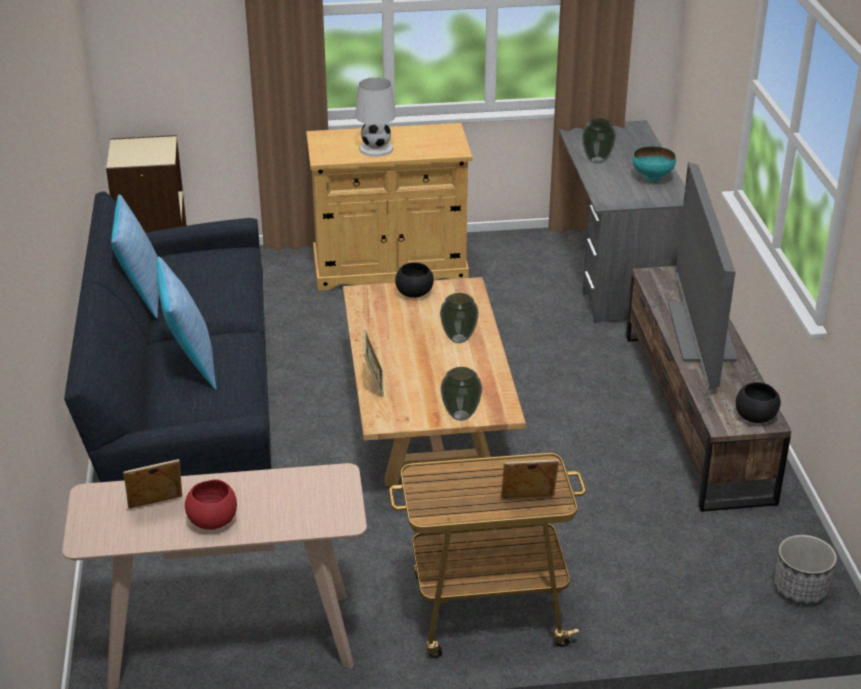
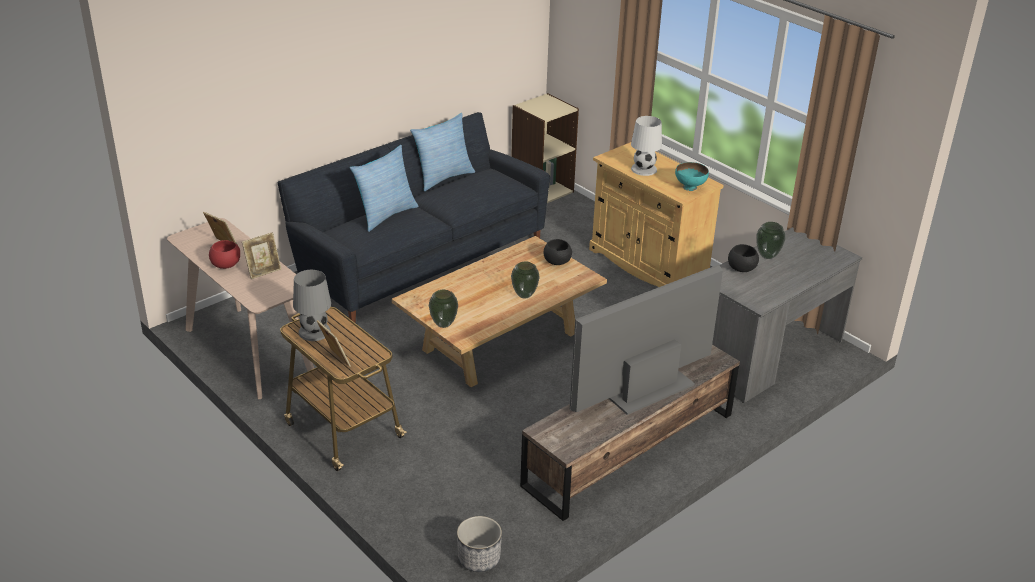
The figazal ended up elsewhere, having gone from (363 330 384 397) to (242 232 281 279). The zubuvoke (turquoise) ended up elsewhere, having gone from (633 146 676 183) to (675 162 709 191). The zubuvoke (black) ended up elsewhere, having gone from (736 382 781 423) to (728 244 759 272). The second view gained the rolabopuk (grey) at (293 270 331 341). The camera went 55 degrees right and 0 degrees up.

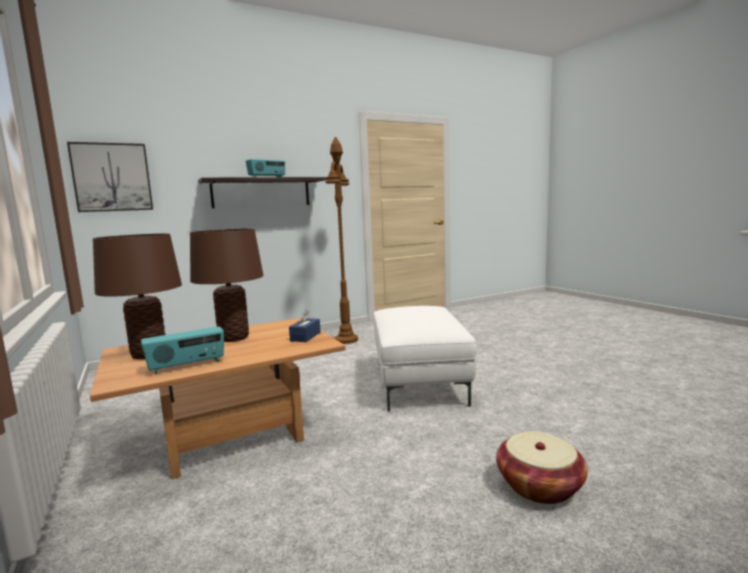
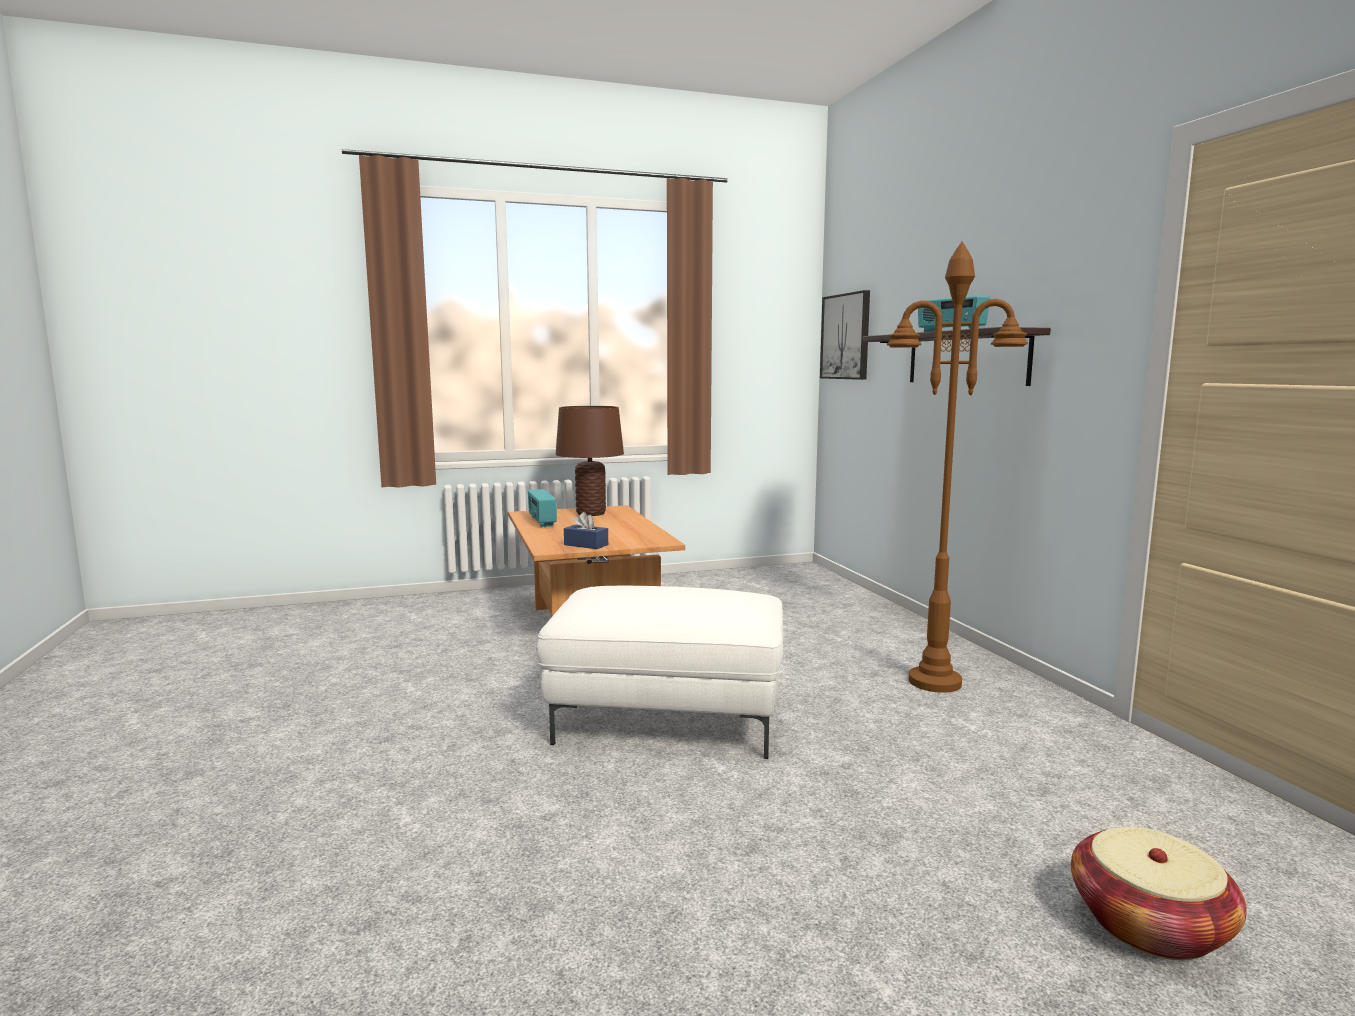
The second view lost the rolabopuk (brown) at (190 228 264 342). The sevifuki ended up elsewhere, having gone from (496 432 588 504) to (1071 827 1247 960). The camera went 100 degrees right and 0 degrees up.

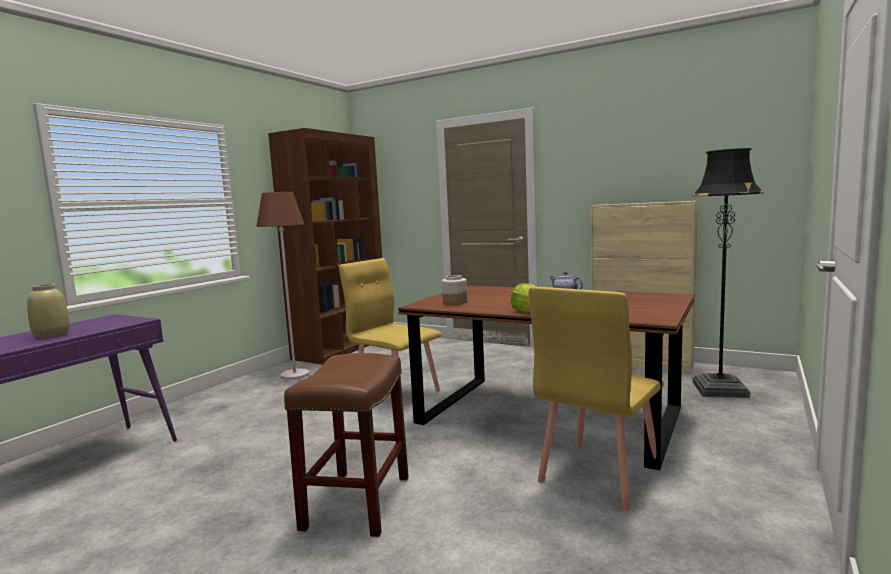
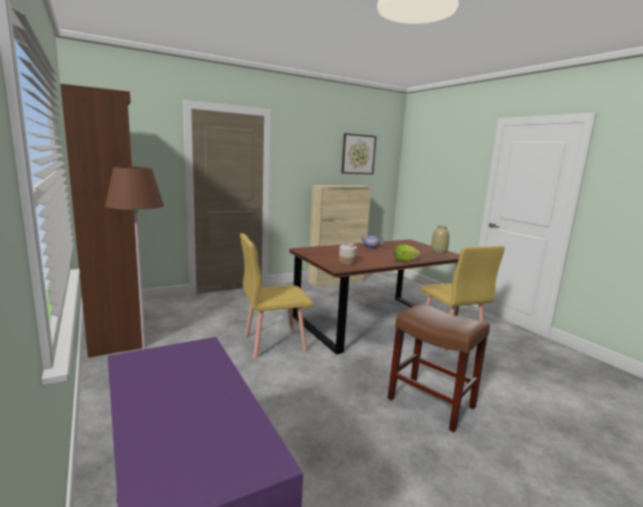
The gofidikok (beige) ended up elsewhere, having gone from (27 284 70 338) to (431 226 449 254). The second view lost the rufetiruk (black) at (692 148 764 398). The second view gained the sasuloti at (341 133 377 174). The camera went 60 degrees left and 5 degrees up.

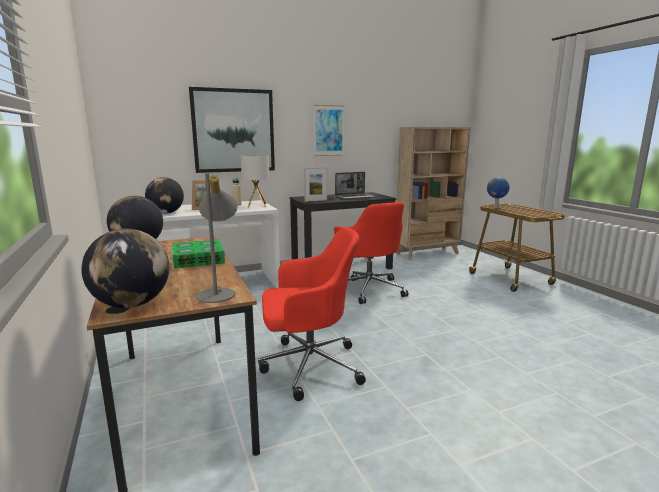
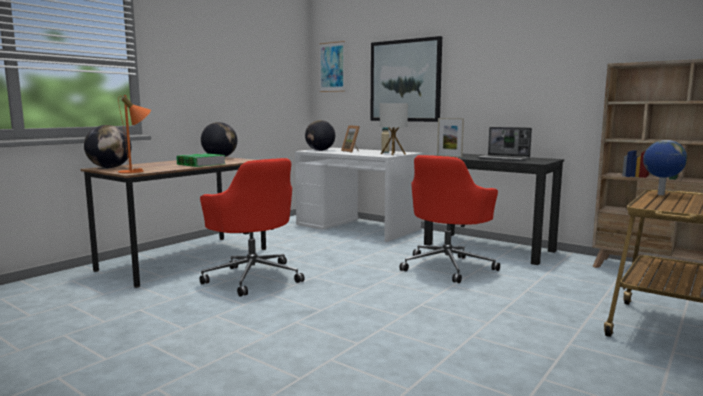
What was the rolabopuk (grey) at (196 173 238 303) turned into the rolabopuk (orange) at (118 95 151 173). The sasuloti ended up elsewhere, having gone from (314 105 344 156) to (319 41 345 92). The camera went 60 degrees right and 5 degrees down.

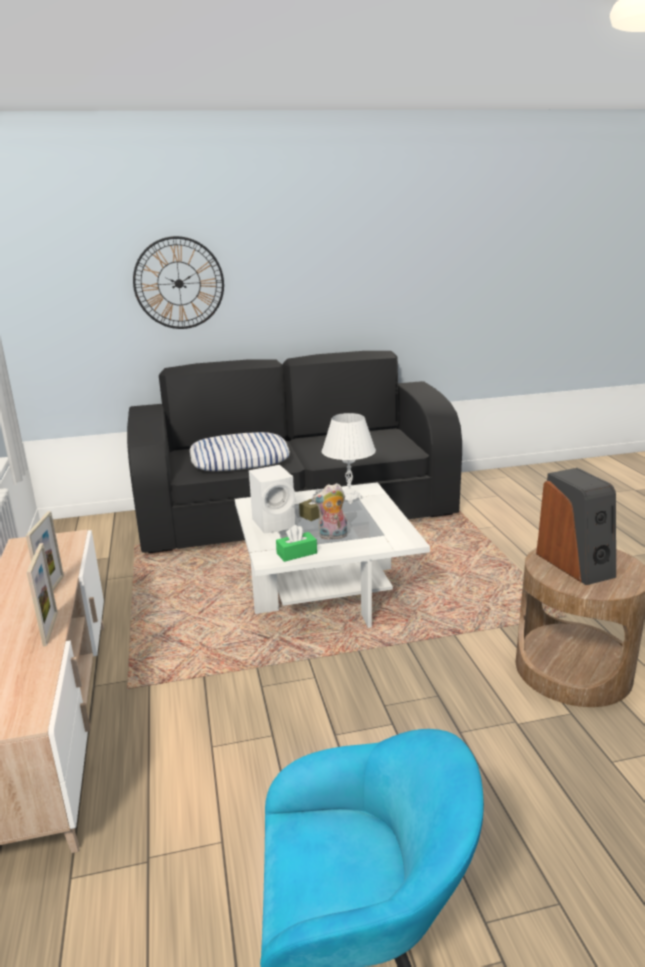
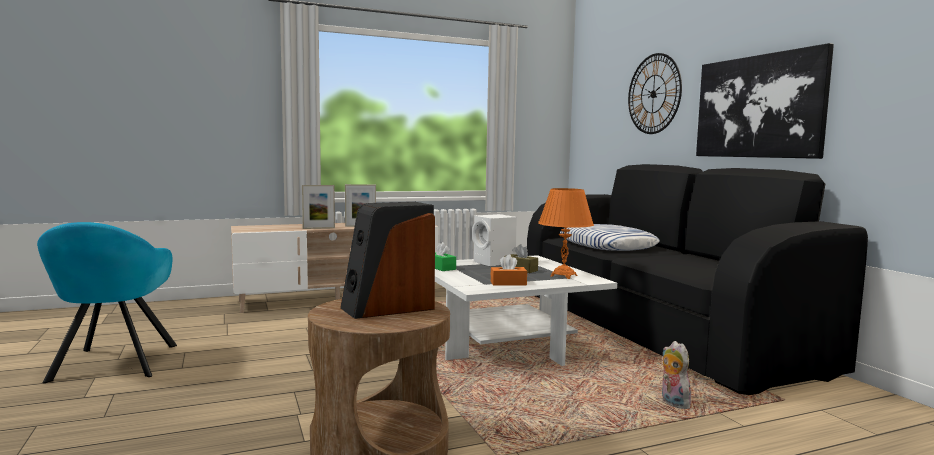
The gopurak ended up elsewhere, having gone from (313 483 348 540) to (662 341 694 409). What was the rolabopuk (white) at (322 413 376 504) turned into the rolabopuk (orange) at (538 188 594 279). The second view gained the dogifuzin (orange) at (490 254 527 286). The second view gained the sasuloti at (696 43 834 159). The camera went 80 degrees right and 15 degrees down.

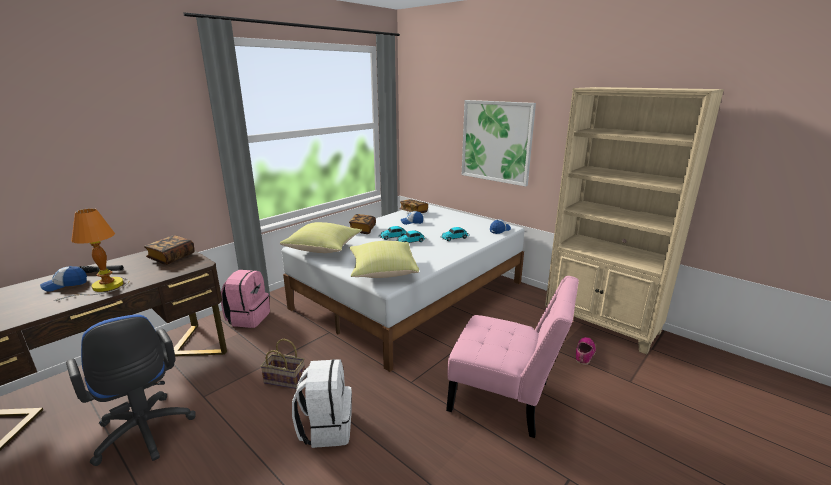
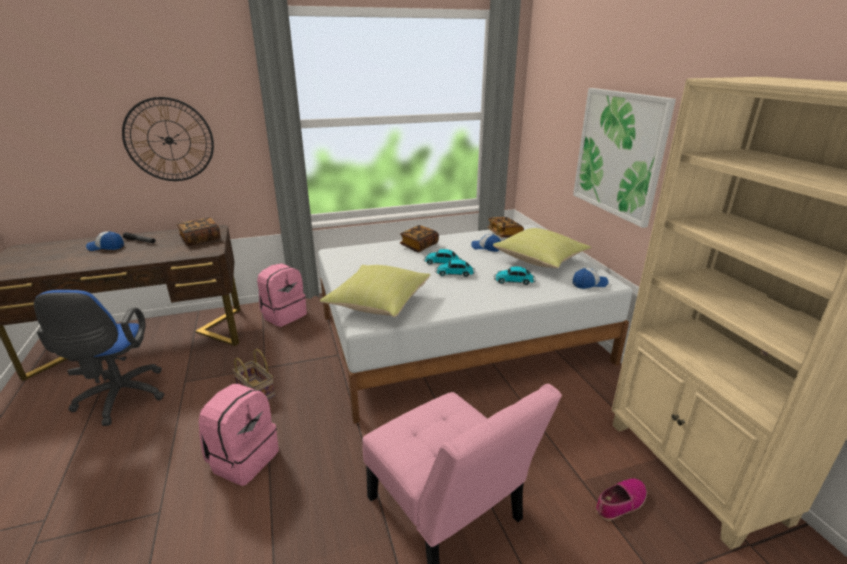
The second view lost the rolabopuk at (53 208 129 301). The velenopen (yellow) ended up elsewhere, having gone from (280 222 362 253) to (493 228 591 268). What was the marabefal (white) at (292 359 352 448) turned into the marabefal (pink) at (199 384 279 486). The second view gained the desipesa at (122 97 214 181). The camera went 30 degrees right and 5 degrees up.

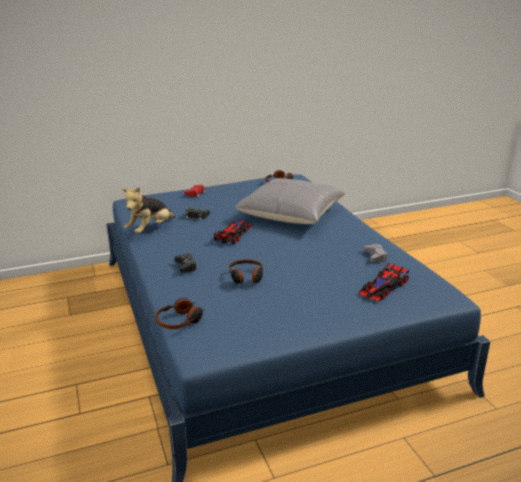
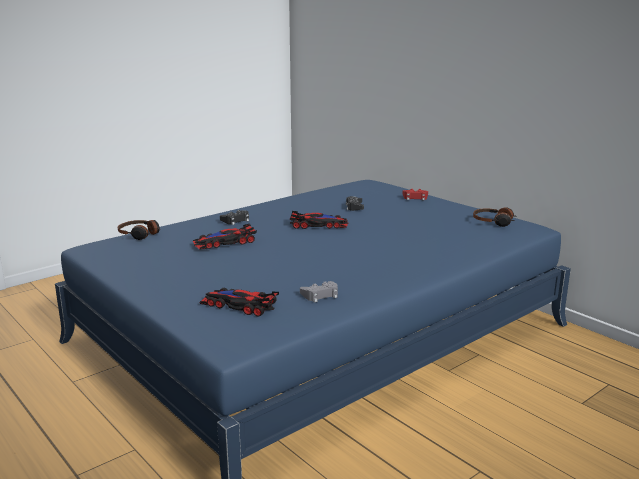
The second view lost the gopurak at (122 187 175 234). Where the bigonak stood at (229 259 263 284), the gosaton came to stand at (193 224 257 250). The second view lost the velenopen (grey) at (235 178 345 224). The camera went 70 degrees right and 5 degrees down.

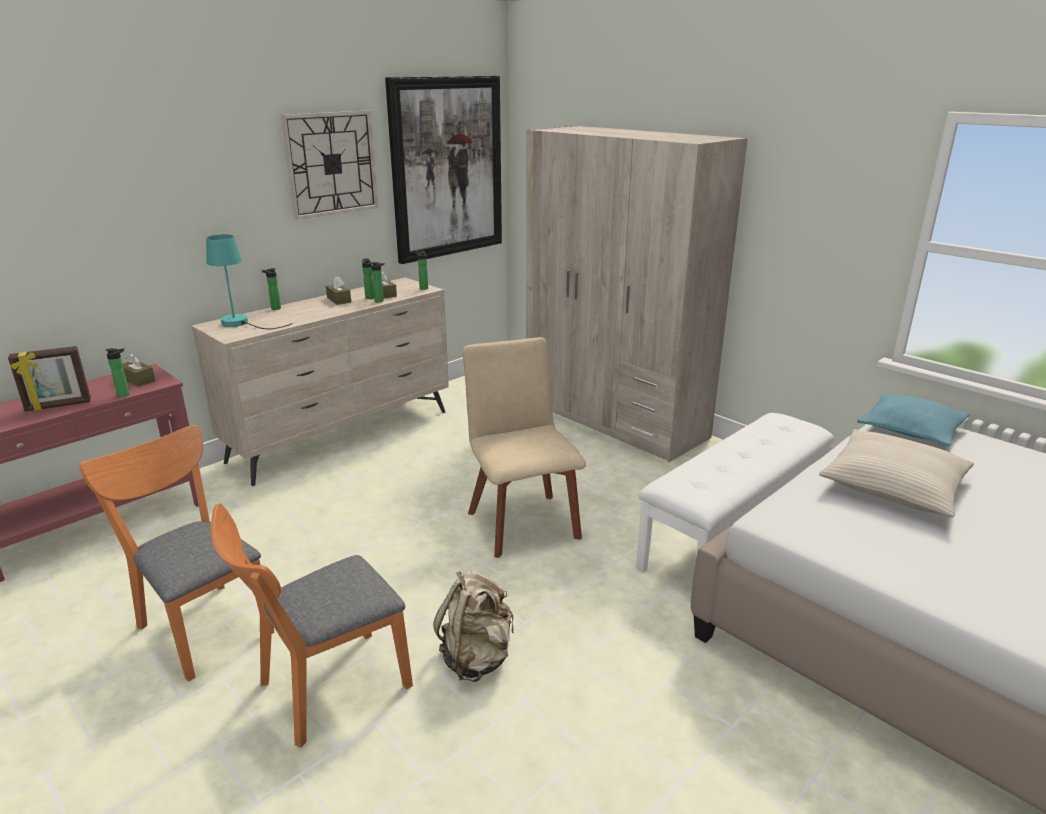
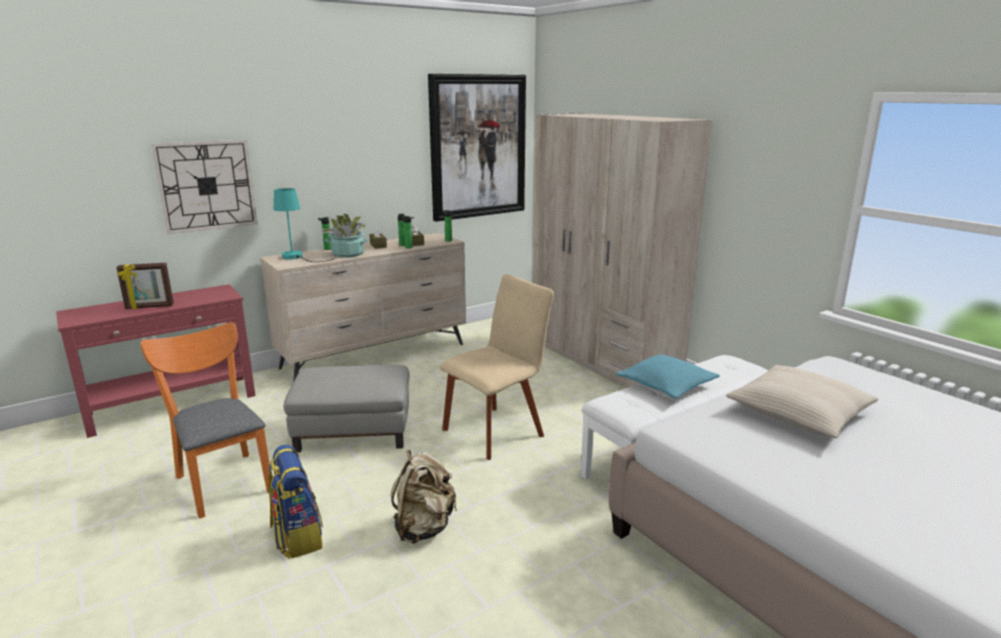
The second view lost the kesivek at (106 348 130 397). The second view lost the dogifuzin (brown) at (122 353 155 387). Where the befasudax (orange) stood at (211 503 413 748), the marabefal came to stand at (268 445 323 559). The desipesa ended up elsewhere, having gone from (281 111 378 220) to (151 140 258 234). The befasudax (beige) at (463 337 586 558) ended up facing another way, 60 degrees clockwise from before. The velenopen (turquoise) ended up elsewhere, having gone from (857 393 970 446) to (616 354 720 399). The second view gained the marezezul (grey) at (284 365 409 453). The second view gained the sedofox at (321 214 369 257). The camera went 10 degrees right and 5 degrees down.

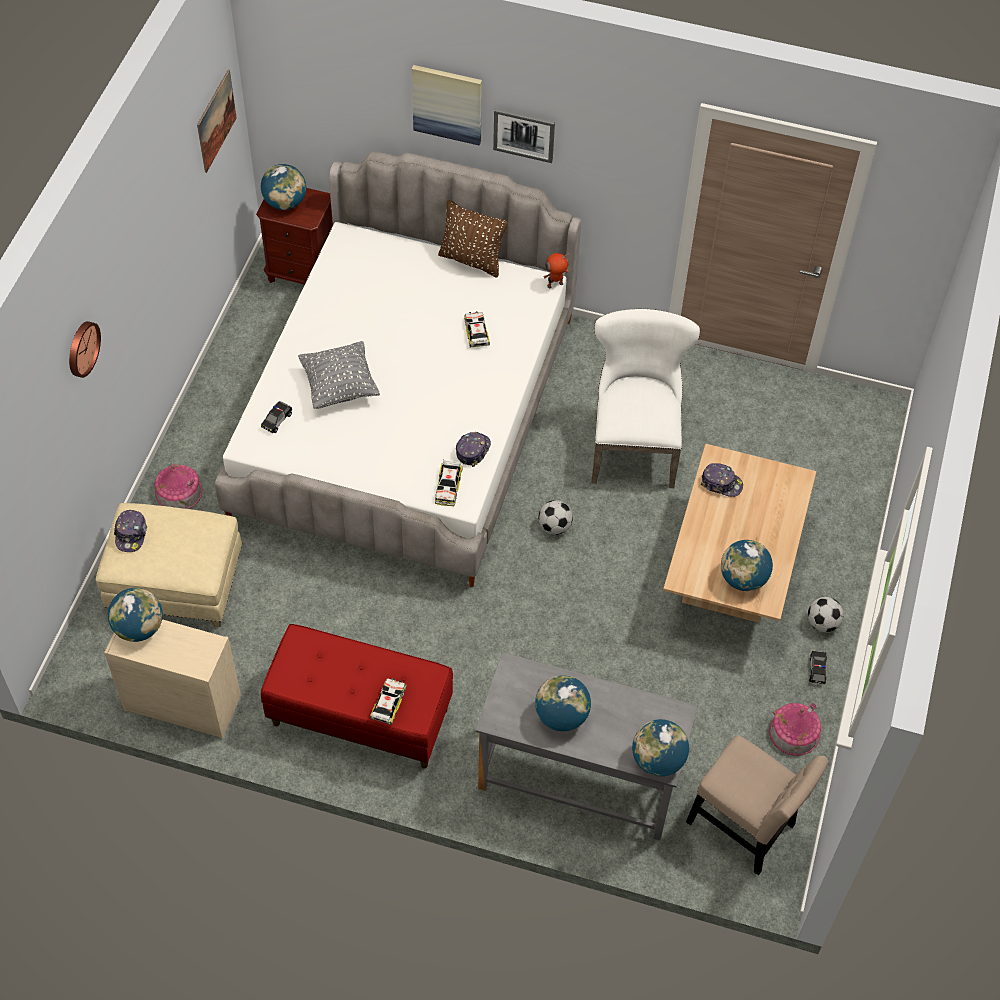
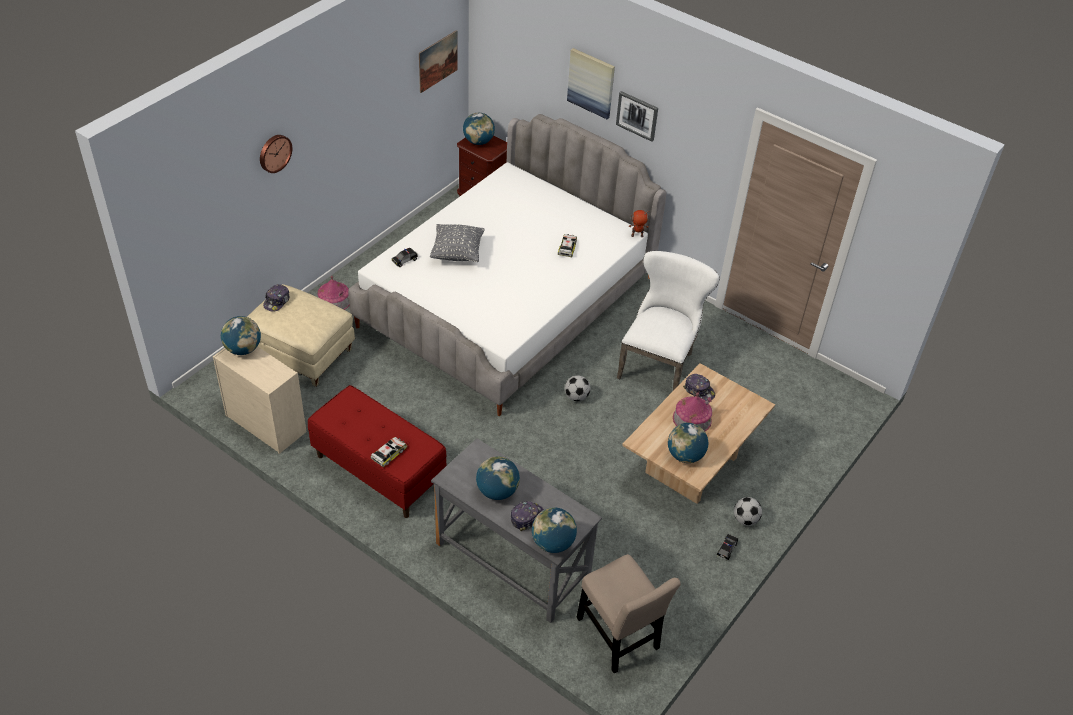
The second view lost the gosaton at (435 460 462 506). The second view lost the velenopen (brown) at (438 200 508 278). The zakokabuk ended up elsewhere, having gone from (456 432 491 467) to (511 501 544 531). The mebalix ended up elsewhere, having gone from (769 703 822 756) to (673 392 712 431). The camera went 20 degrees right and 10 degrees down.

